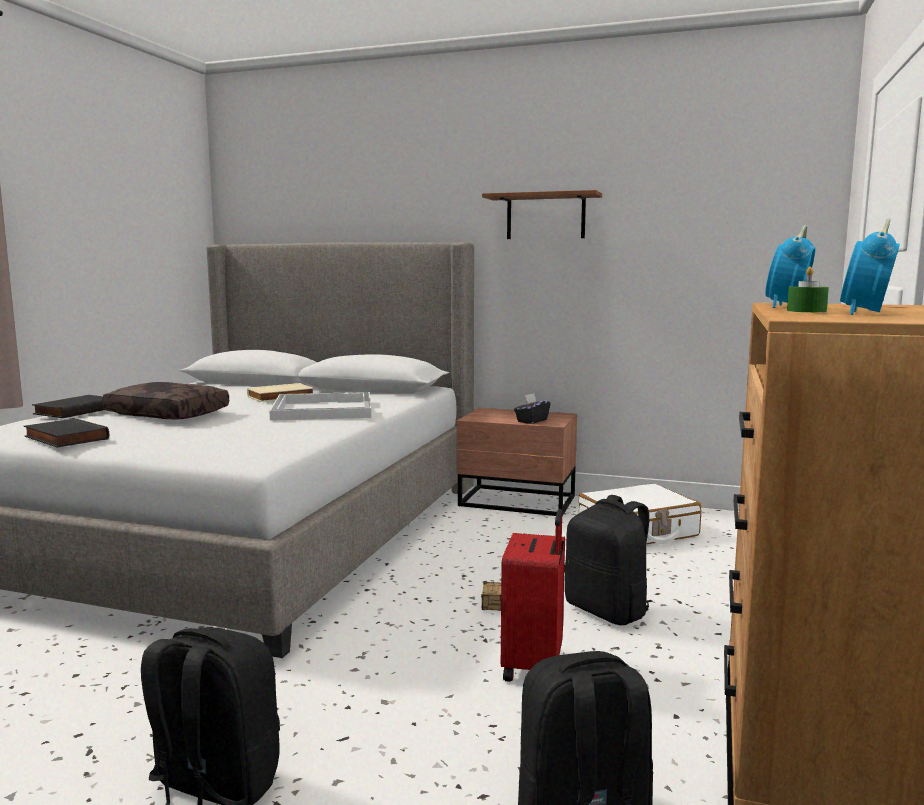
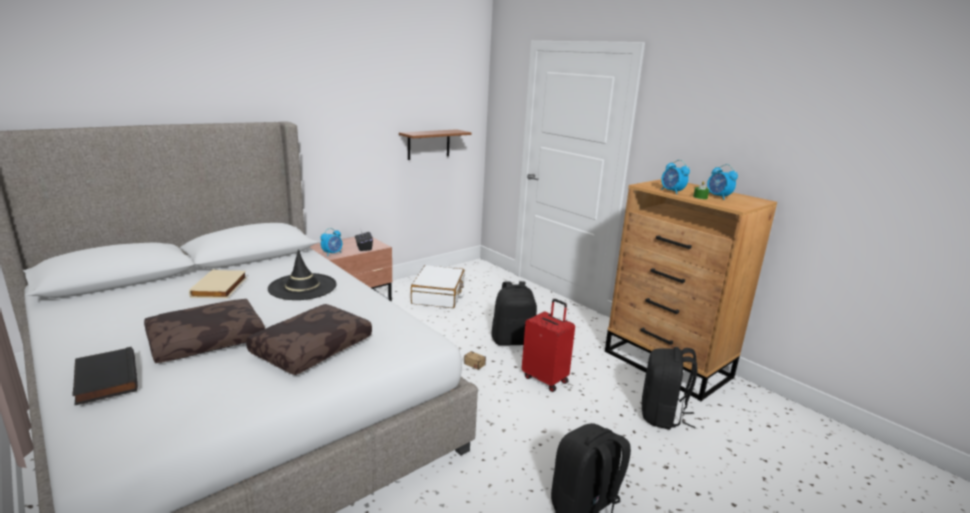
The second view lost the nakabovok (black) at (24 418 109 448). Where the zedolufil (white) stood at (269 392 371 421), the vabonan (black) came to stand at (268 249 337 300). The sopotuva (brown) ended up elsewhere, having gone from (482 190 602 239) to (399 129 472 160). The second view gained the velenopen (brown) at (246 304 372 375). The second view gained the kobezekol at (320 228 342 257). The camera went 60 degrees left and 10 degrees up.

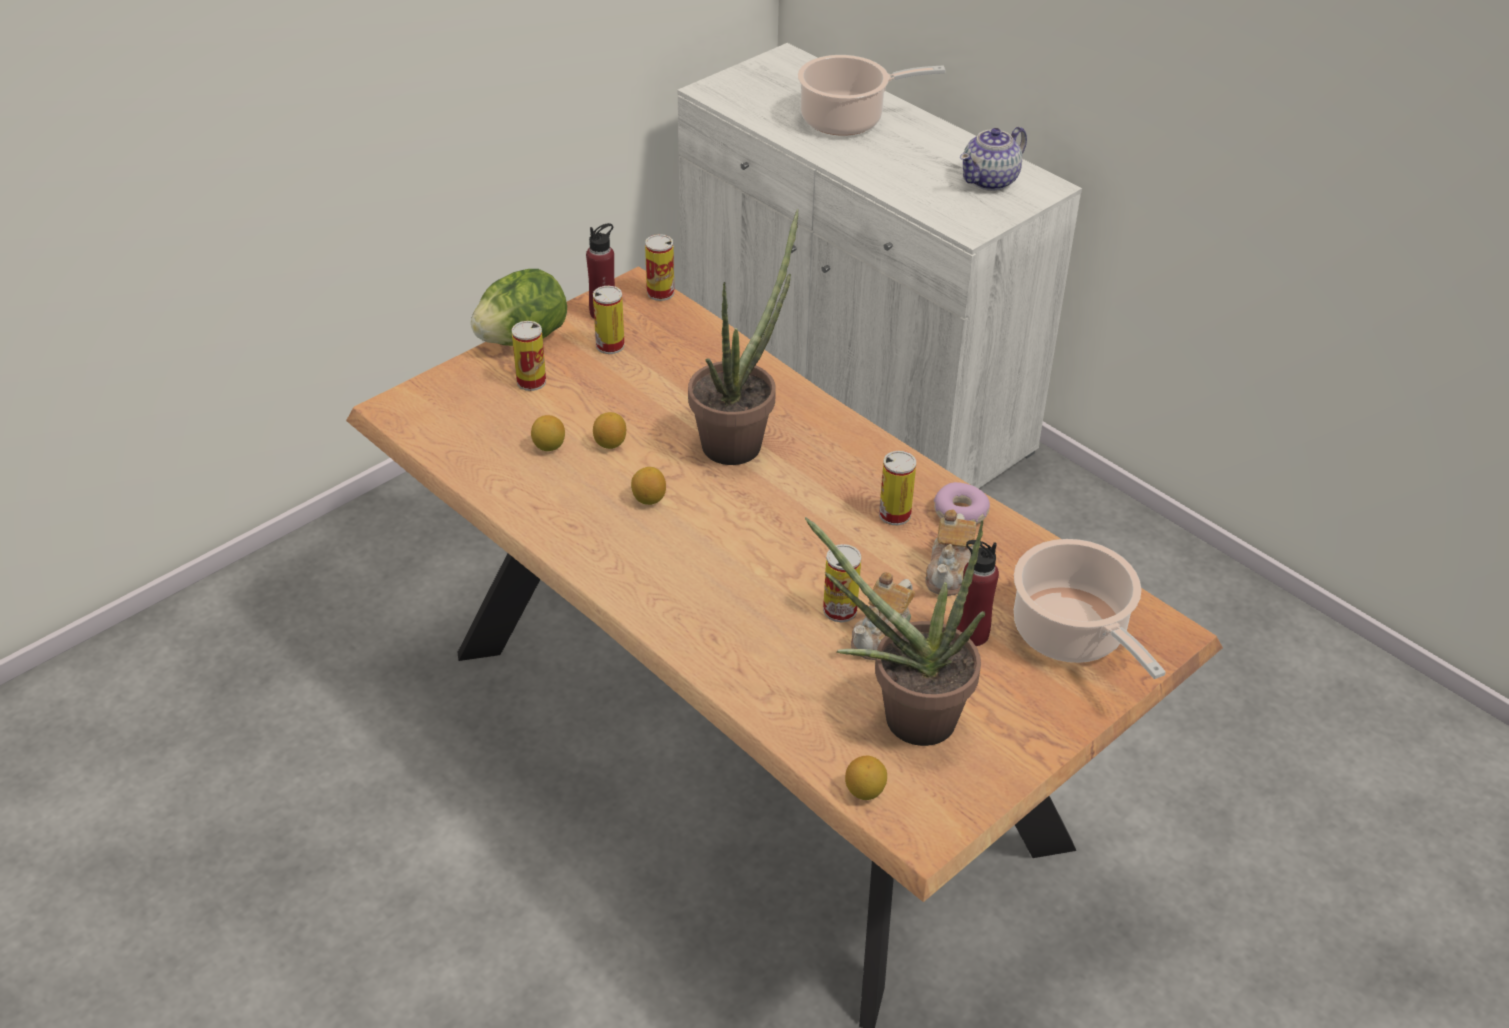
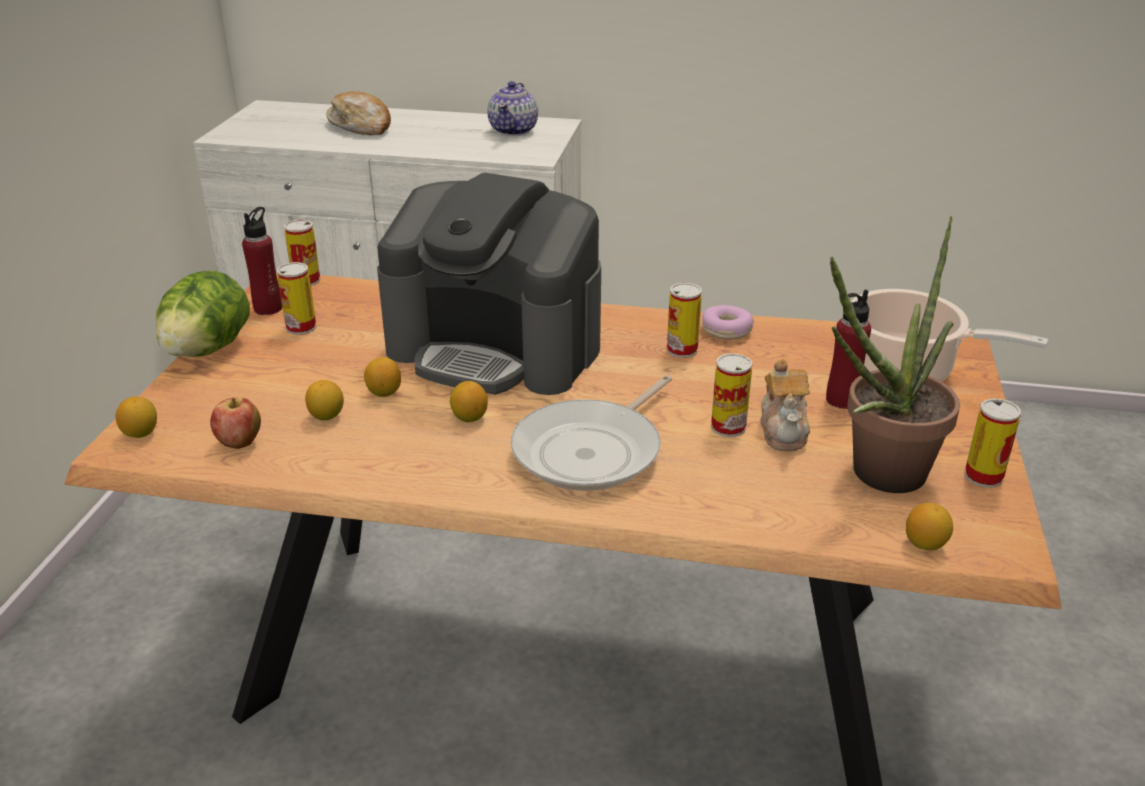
The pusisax ended up elsewhere, having gone from (511 321 546 391) to (965 398 1021 488). Where the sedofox stood at (688 209 799 465), the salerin came to stand at (377 173 601 395). Where the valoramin stood at (798 55 946 136), the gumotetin came to stand at (326 91 391 135). The second view lost the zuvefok at (925 510 976 596). The second view gained the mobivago at (115 397 157 438). The second view gained the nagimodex at (210 397 261 449). The second view gained the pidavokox at (511 375 672 491). The camera went 35 degrees left and 10 degrees down.

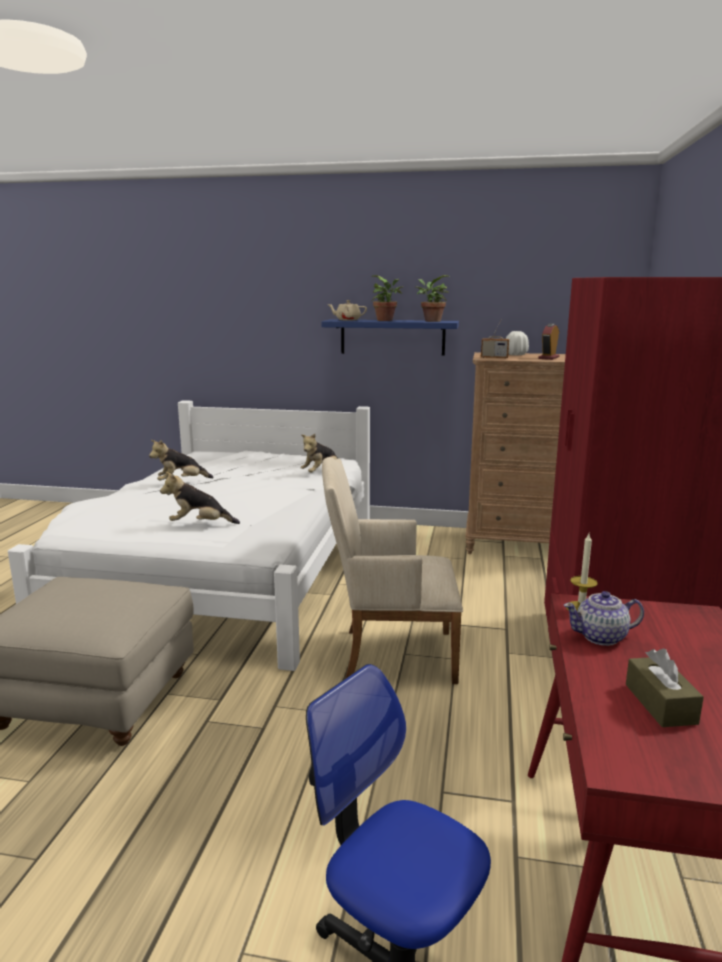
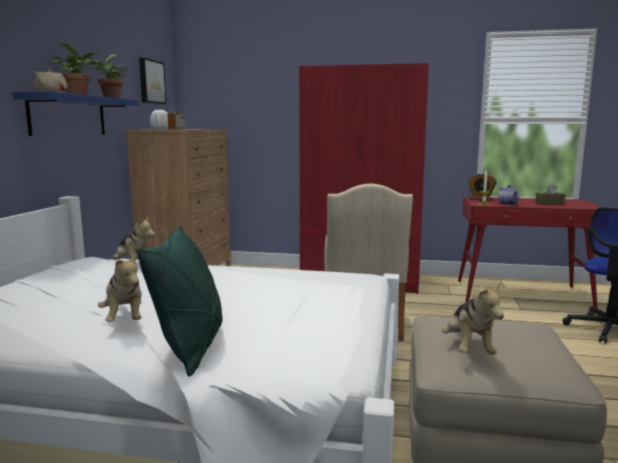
The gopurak ended up elsewhere, having gone from (160 472 240 524) to (442 283 504 355). The kobezekol ended up elsewhere, having gone from (538 324 559 360) to (468 173 497 201). The second view gained the velenopen (green) at (137 225 223 377). The second view gained the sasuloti at (139 58 166 104). The camera went 90 degrees left and 5 degrees down.

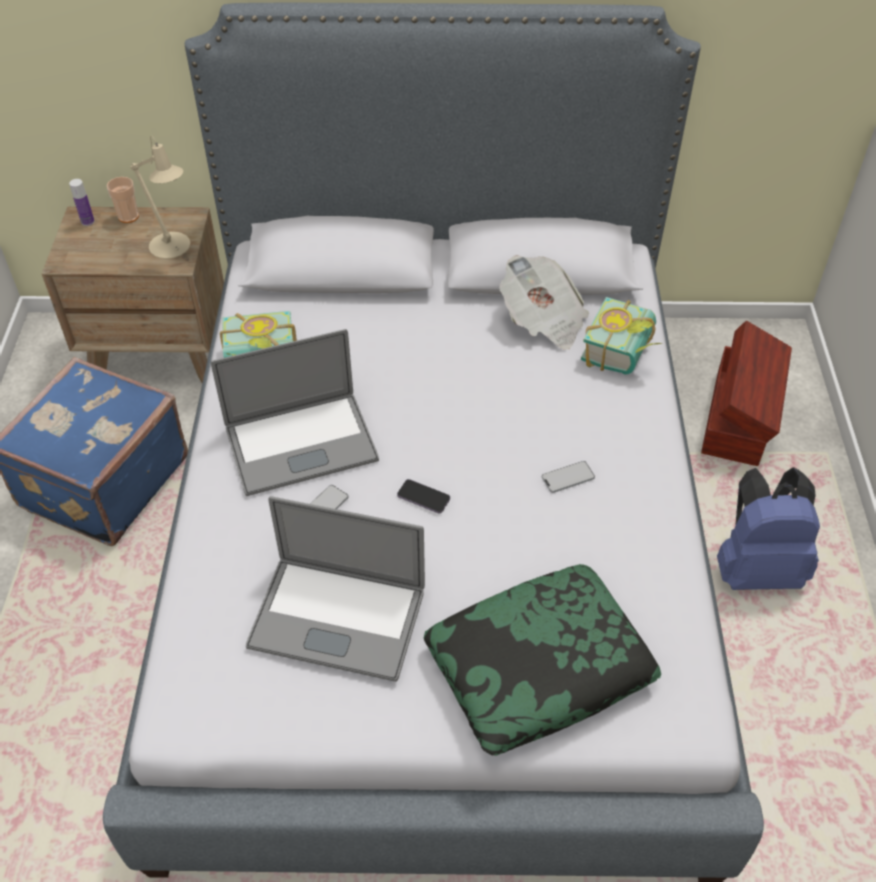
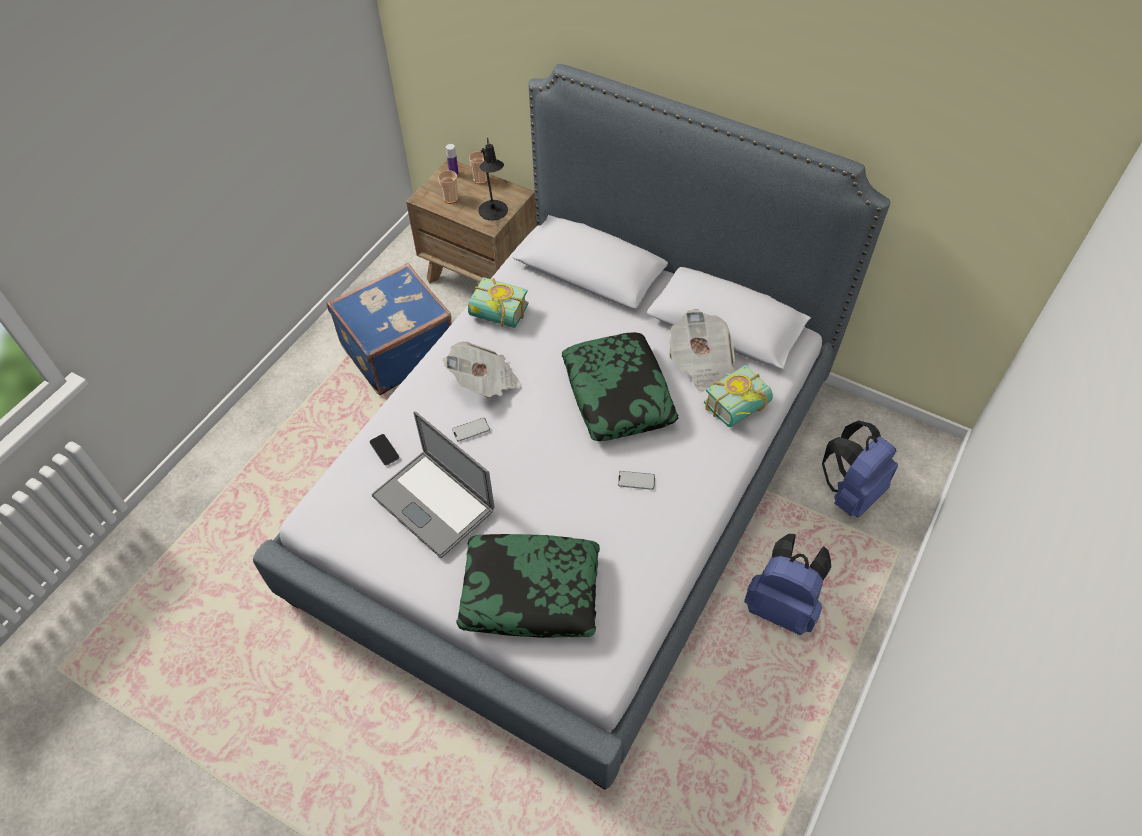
What was the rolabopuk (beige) at (130 136 190 259) turned into the rolabopuk (black) at (478 137 508 221). Where the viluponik stood at (211 329 379 496), the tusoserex came to stand at (443 341 522 398). The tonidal ended up elsewhere, having gone from (397 479 450 513) to (370 434 399 465). Where the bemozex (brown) stood at (701 321 792 466), the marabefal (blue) came to stand at (822 421 898 518). The second view gained the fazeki at (438 170 458 204). The second view gained the velenopen at (561 332 678 441). The camera went 30 degrees right and 5 degrees up.

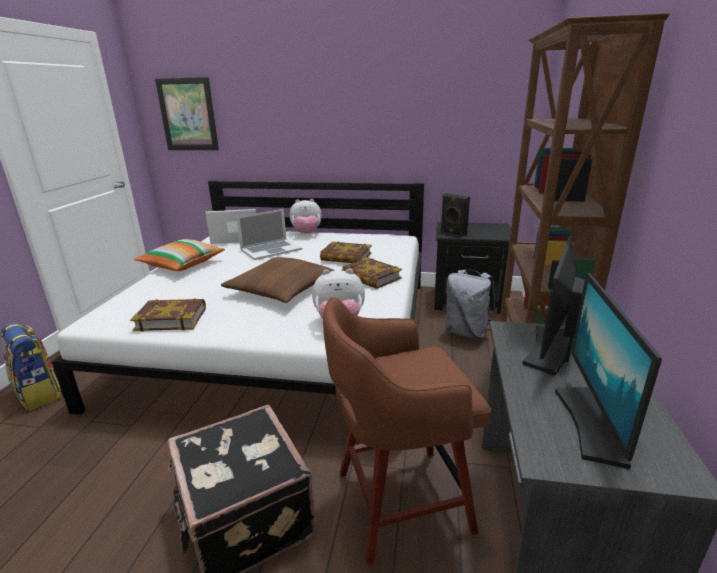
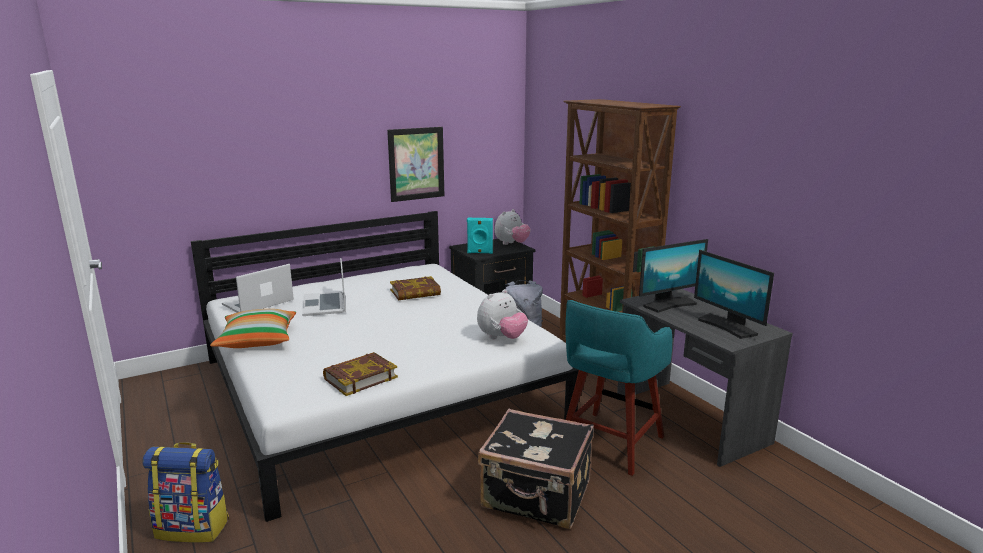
The sasuloti ended up elsewhere, having gone from (155 77 219 150) to (387 127 444 202). The second view lost the velenopen (brown) at (221 257 335 303). The viluponik at (236 209 302 260) ended up facing another way, 150 degrees clockwise from before. The gopurak ended up elsewhere, having gone from (289 199 322 234) to (495 209 531 245). What was the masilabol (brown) at (323 297 491 565) turned into the masilabol (turquoise) at (565 300 672 476). The second view lost the nakabovok at (341 257 402 289). What was the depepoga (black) at (441 193 470 236) turned into the depepoga (turquoise) at (467 218 493 254). The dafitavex at (522 235 585 376) ended up facing another way, 105 degrees counterclockwise from before. The camera went 40 degrees left and 5 degrees down.

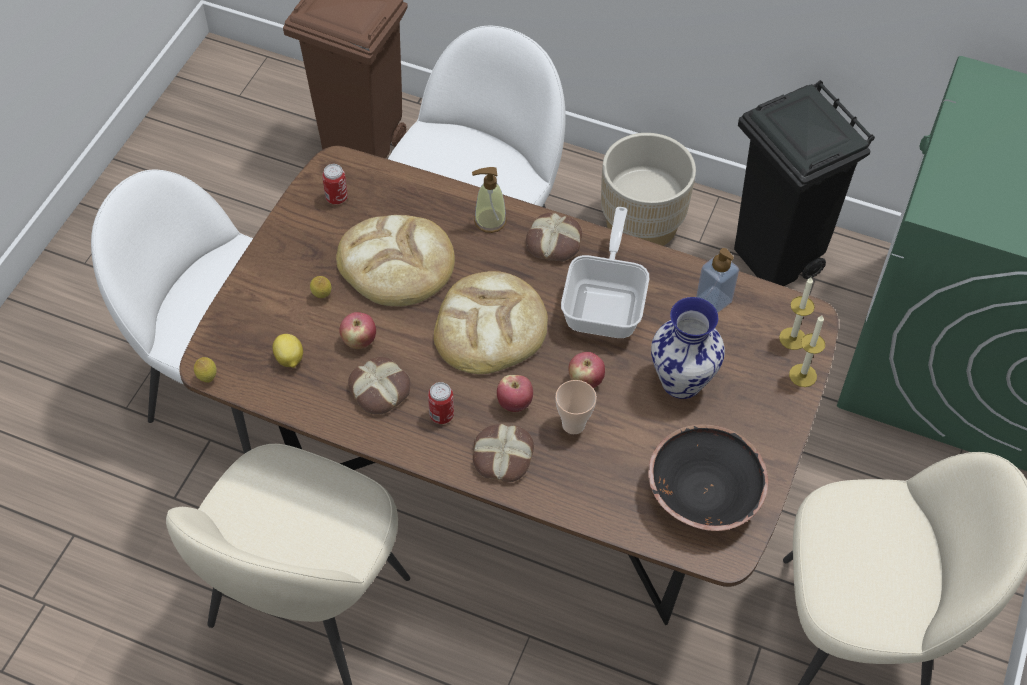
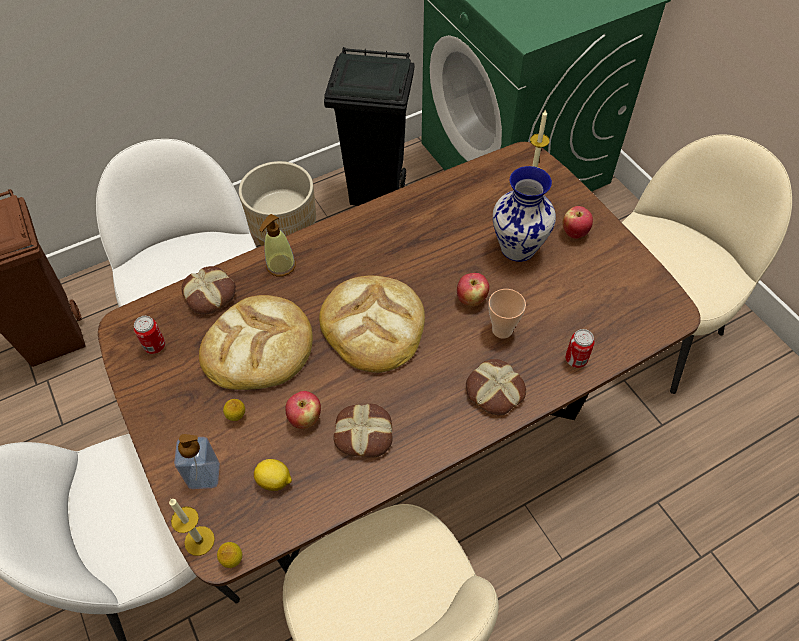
The pusisax ended up elsewhere, having gone from (428 382 454 424) to (565 329 595 368). The nagimodex ended up elsewhere, having gone from (497 375 533 412) to (563 206 593 239). The gumotetin ended up elsewhere, having gone from (526 213 582 262) to (181 266 236 315). The second view lost the pidavokox at (561 207 649 338). The second view lost the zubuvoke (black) at (648 424 768 531). The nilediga ended up elsewhere, having gone from (696 248 739 313) to (174 434 220 489). The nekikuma ended up elsewhere, having gone from (789 314 825 387) to (169 499 215 556). The camera went 50 degrees left and 0 degrees up.

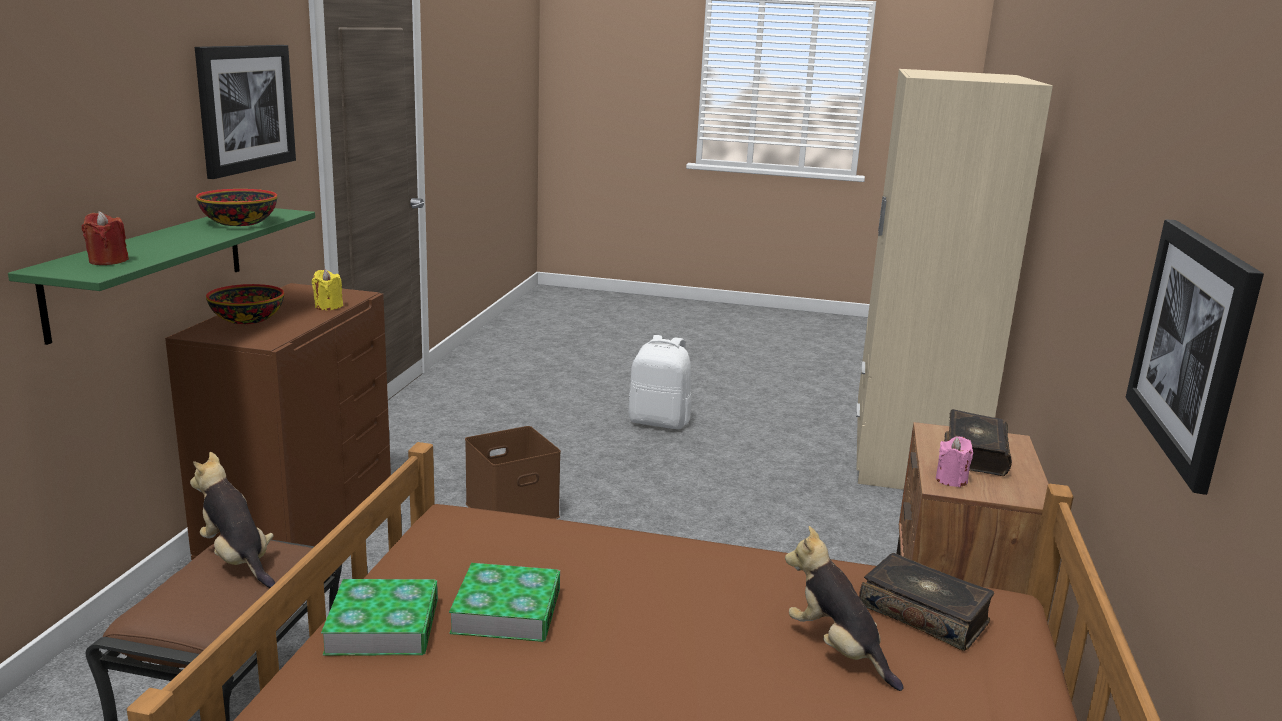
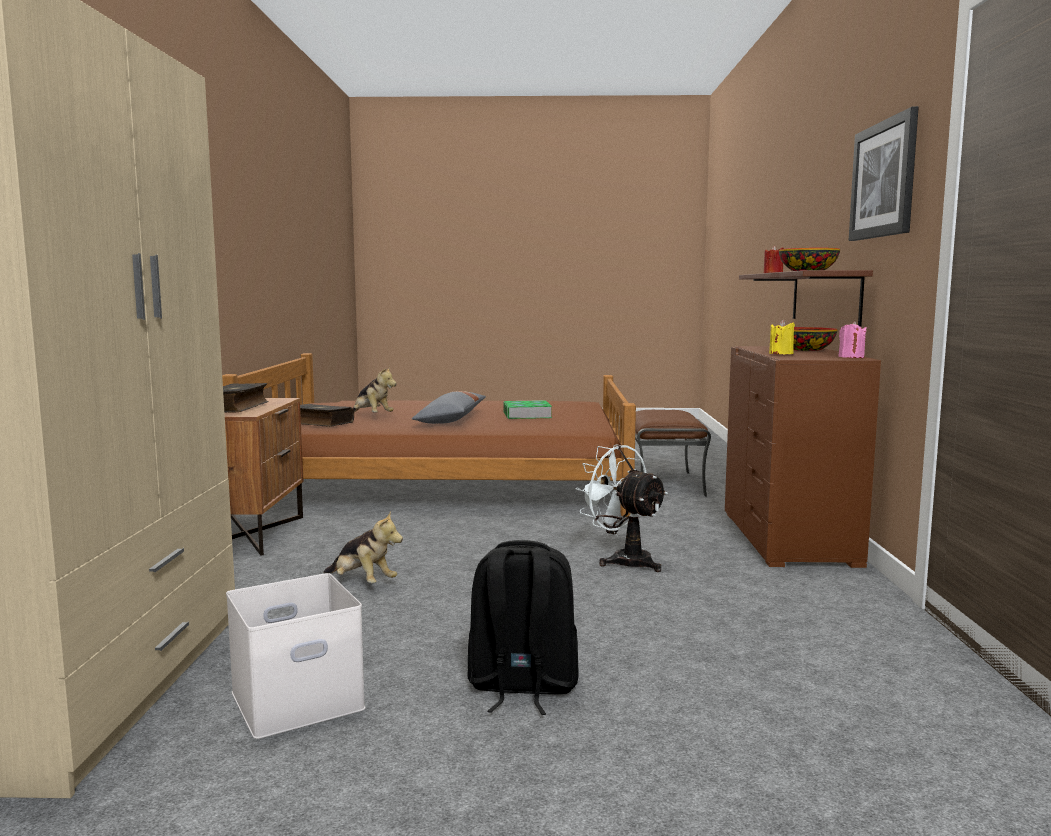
What was the sopotuva (green) at (8 208 315 345) turned into the sopotuva (brown) at (739 270 873 327). The gopurak ended up elsewhere, having gone from (190 452 275 588) to (324 511 403 583). The second view lost the nakabovok at (321 579 438 655). Where the bemozex (brown) stood at (465 426 561 519), the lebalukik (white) came to stand at (575 444 668 572). What was the marabefal (white) at (628 335 691 429) turned into the marabefal (black) at (467 540 579 715). The nekikuma (pink) ended up elsewhere, having gone from (936 436 973 487) to (838 321 867 358). The second view lost the sasuloti at (1126 219 1264 495). The second view gained the bemozex (white) at (226 573 366 739). The second view gained the velenopen (grey) at (412 391 486 424). The camera went 170 degrees right and 10 degrees down.

